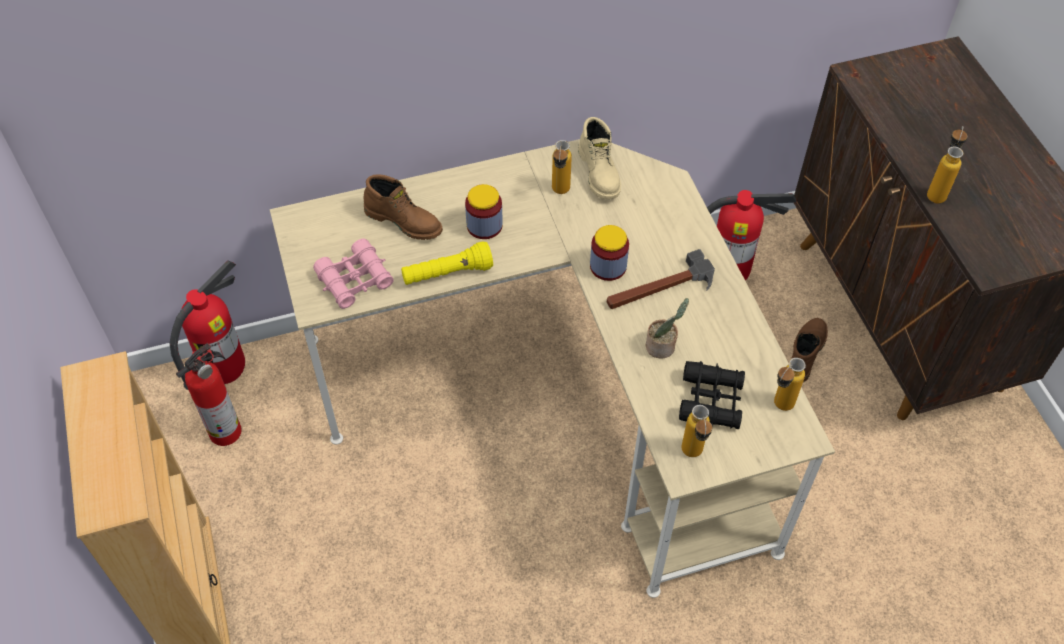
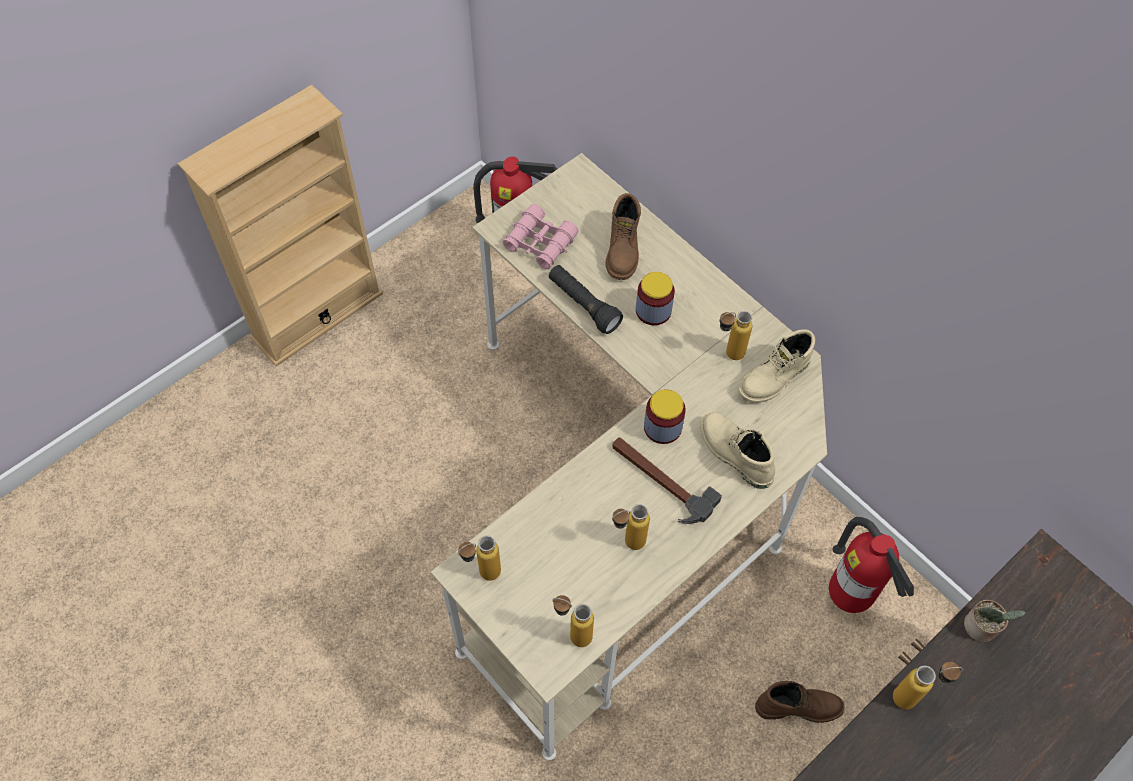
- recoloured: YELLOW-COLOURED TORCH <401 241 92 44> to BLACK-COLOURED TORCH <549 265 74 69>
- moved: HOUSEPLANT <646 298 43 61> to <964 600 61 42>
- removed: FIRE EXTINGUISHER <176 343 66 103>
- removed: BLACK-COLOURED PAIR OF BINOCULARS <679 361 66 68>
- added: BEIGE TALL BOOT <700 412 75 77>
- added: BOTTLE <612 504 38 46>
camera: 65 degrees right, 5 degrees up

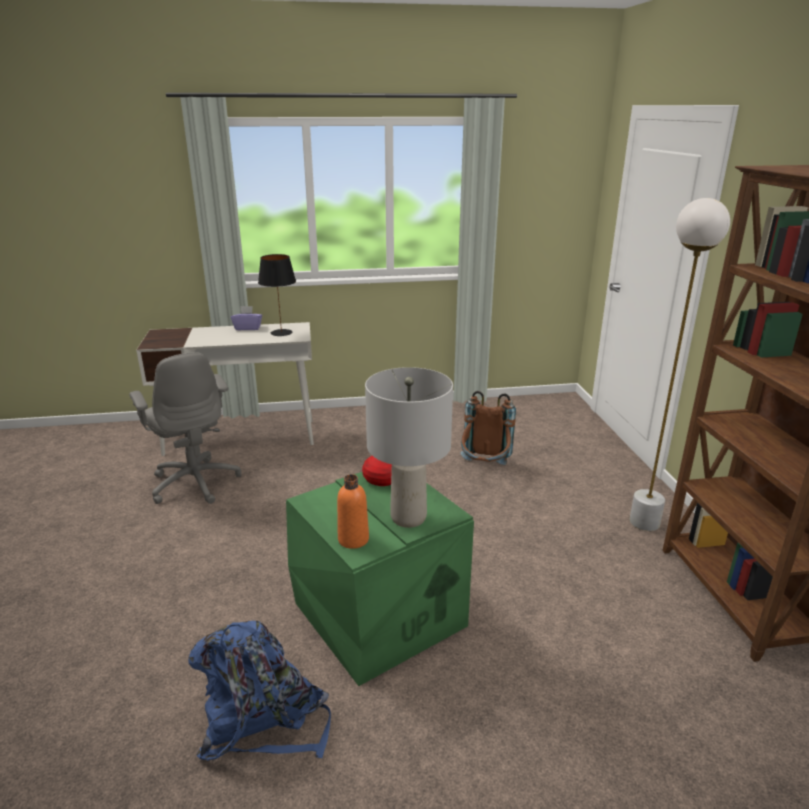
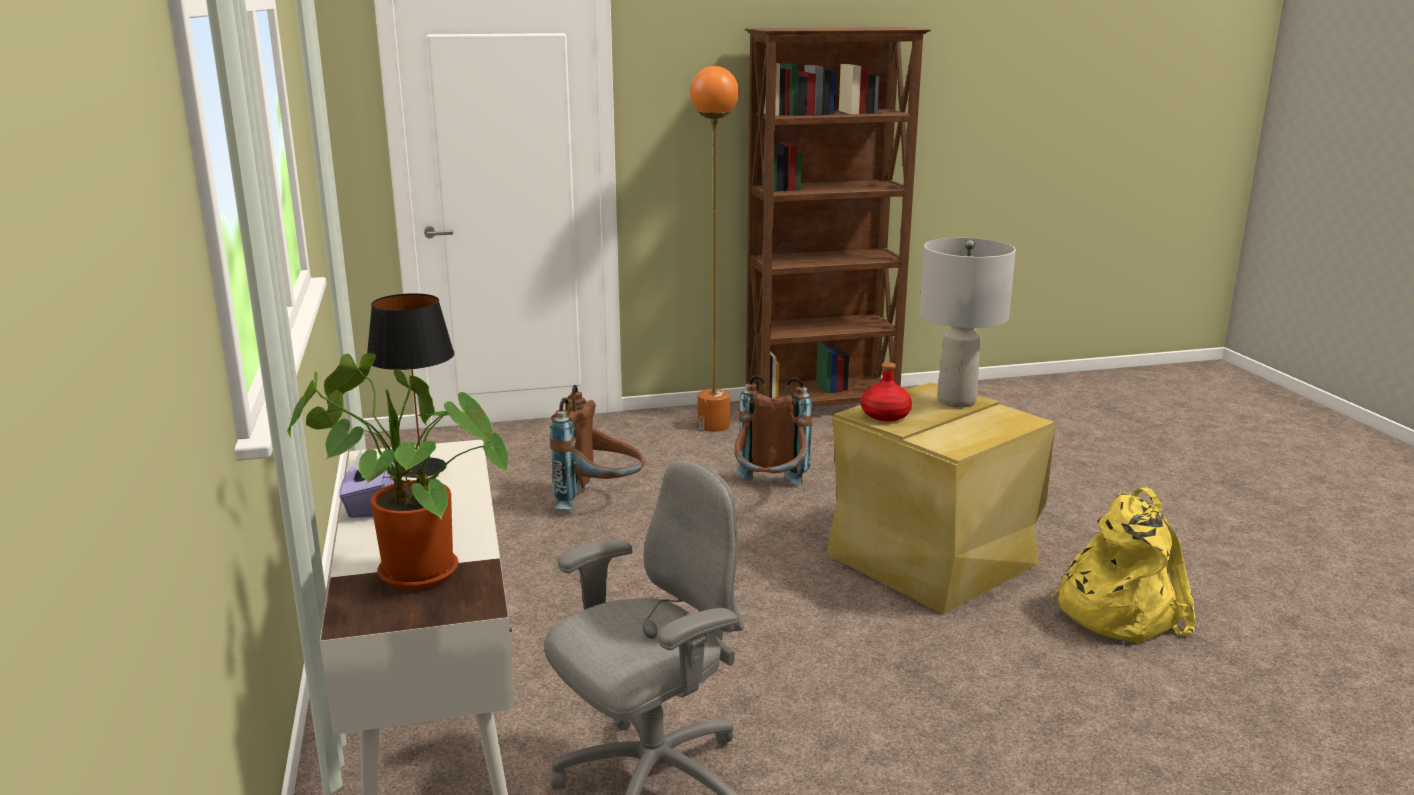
- recoloured: WHITISH STANDARD LAMP <629 198 101 333> to ORANGEY STANDARD LAMP <690 66 49 366>
- recoloured: GREEN STORAGE BIN <286 472 188 214> to BEIGE STORAGE BIN <827 382 228 233>
- removed: ORANGEY BOTTLE <337 474 32 75>
- recoloured: BLUISH RUCKSACK <188 621 143 140> to YELLOW-COLOURED RUCKSACK <1051 488 145 155>
- added: HOUSEPLANT <288 353 220 237>
- added: BROWNISH RUCKSACK <734 375 78 110>
camera: 95 degrees left, 5 degrees down

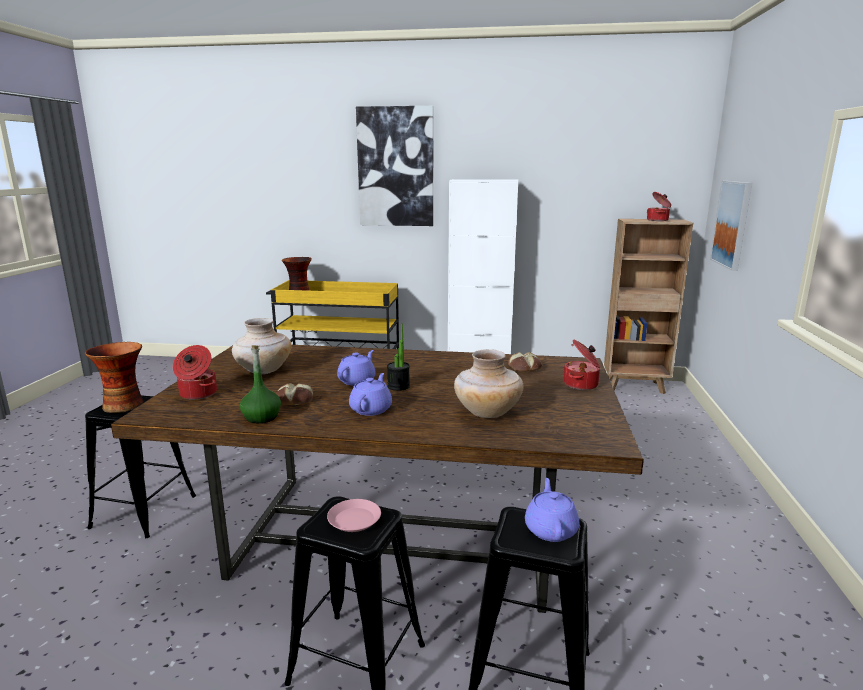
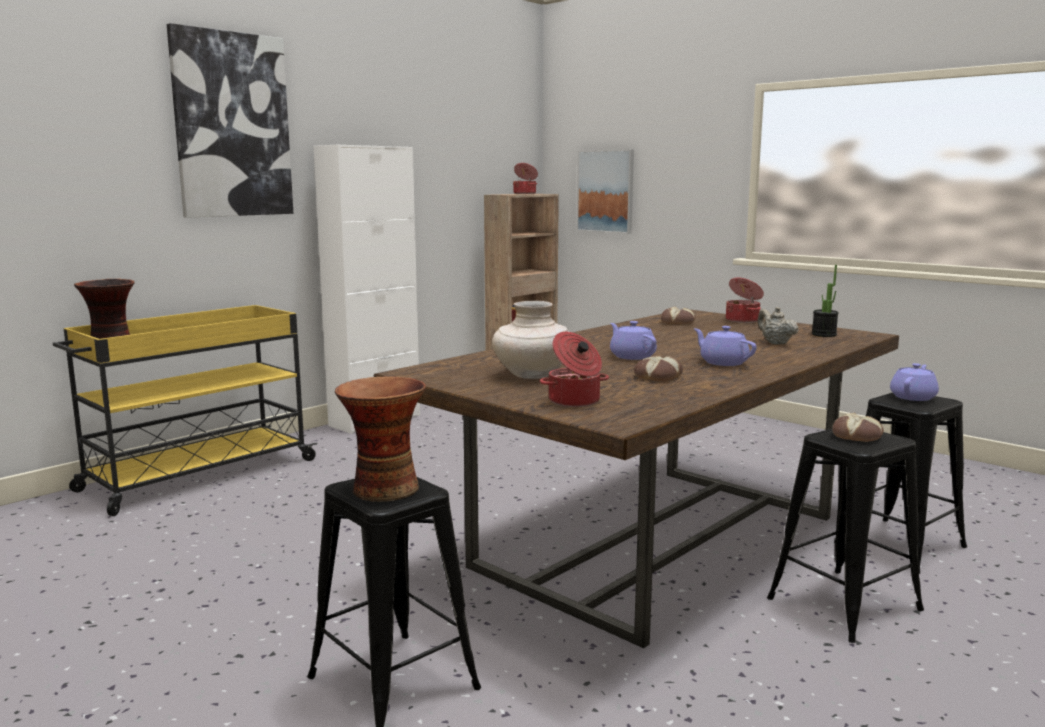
- moved: HOUSEPLANT <387 323 23 68> to <812 265 27 72>
- removed: GREEN BOTTLE <240 345 41 78>
- replaced: BEIGE FLOWER VASE <454 349 70 69> to BEIGE TEA POT <757 307 42 38>
- turned: PURPLE TEA POT <525 478 54 64> = <890 363 49 38> 90 degrees clockwise
- replaced: PINK FLAT DISH <327 499 54 33> to BAKERY BREAD <832 413 52 29>
camera: 55 degrees left, 5 degrees down

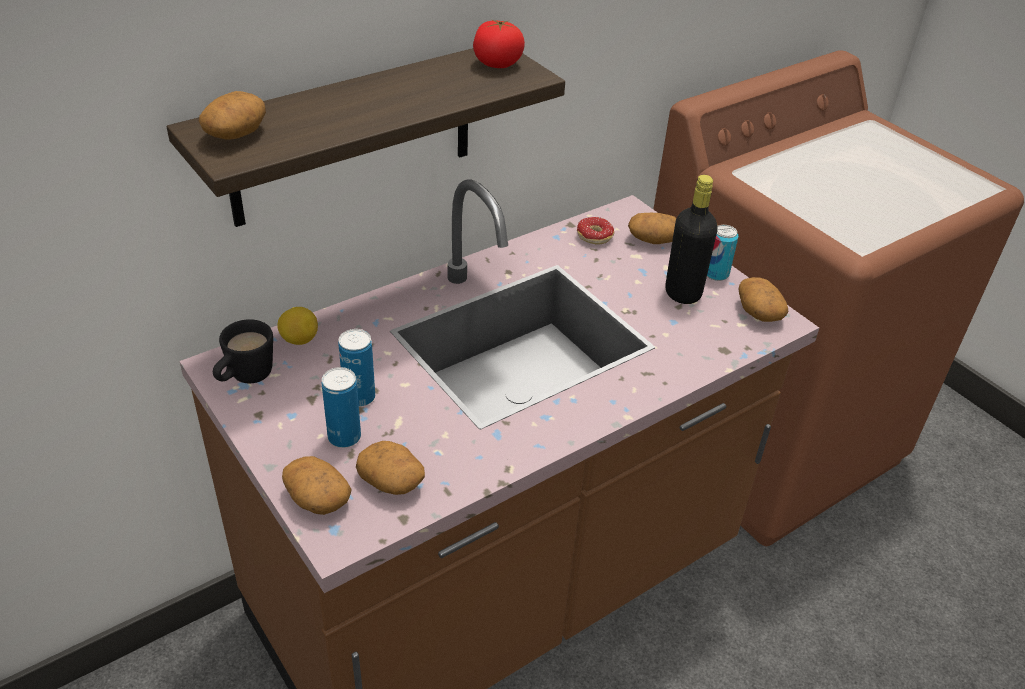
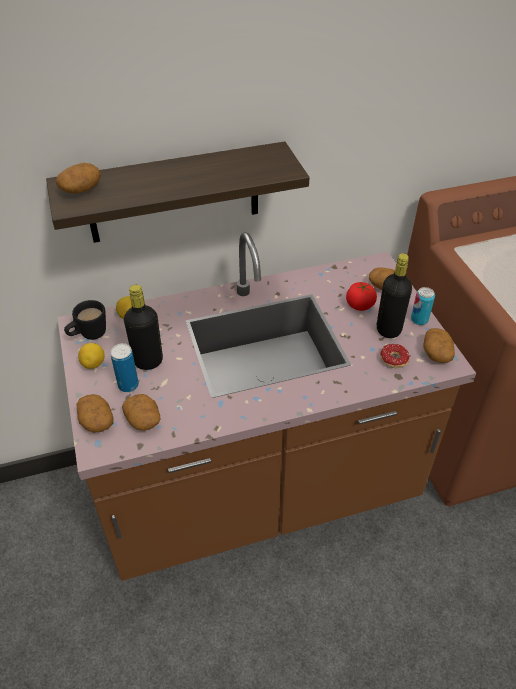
- moved: WHOLE TOMATO <473 20 52 48> to <346 282 31 29>
- moved: DONUT <577 217 37 28> to <380 344 30 24>
- replaced: SEALED CAN <338 329 37 78> to BLACK-COLOURED BOTTLE <124 285 39 85>
- added: WHOLE LEMON <78 343 27 26>
camera: 20 degrees right, 5 degrees up

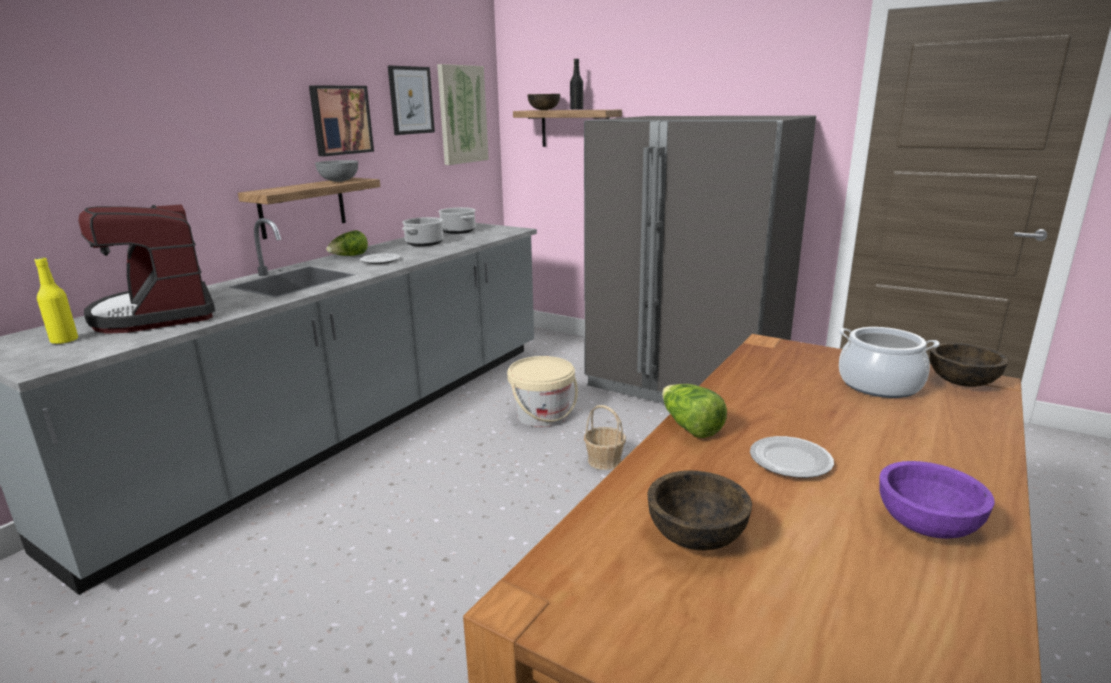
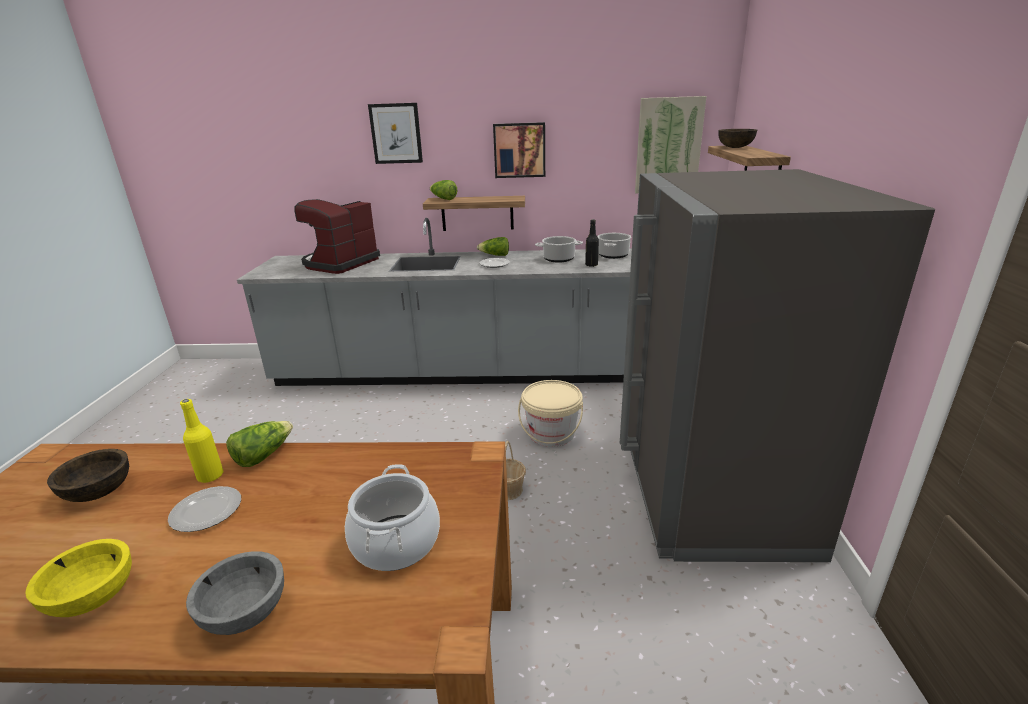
- moved: BLACK-COLOURED BOTTLE <570 59 13 51> to <585 219 14 47>
- moved: WALL ART <388 66 47 69> to <368 103 55 61>
- moved: GRAY SERVING BOWL <315 160 43 22> to <186 551 98 84>
- moved: YELLOW-COLOURED BOTTLE <34 258 44 86> to <180 399 43 84>
- removed: BROWNISH SERVING BOWL <930 343 78 44>
- recoloured: PURPLE SERVING BOWL <879 461 116 78> to YELLOW-COLOURED SERVING BOWL <25 539 107 78>
- added: LETTUCE HEAD <430 180 27 20>
camera: 60 degrees right, 5 degrees up

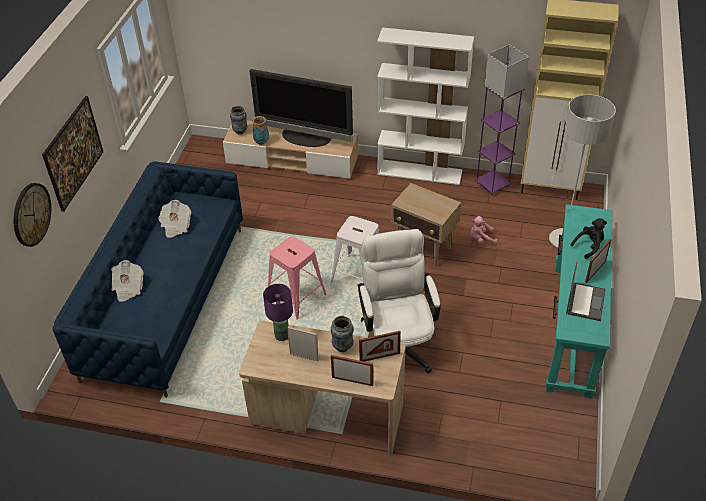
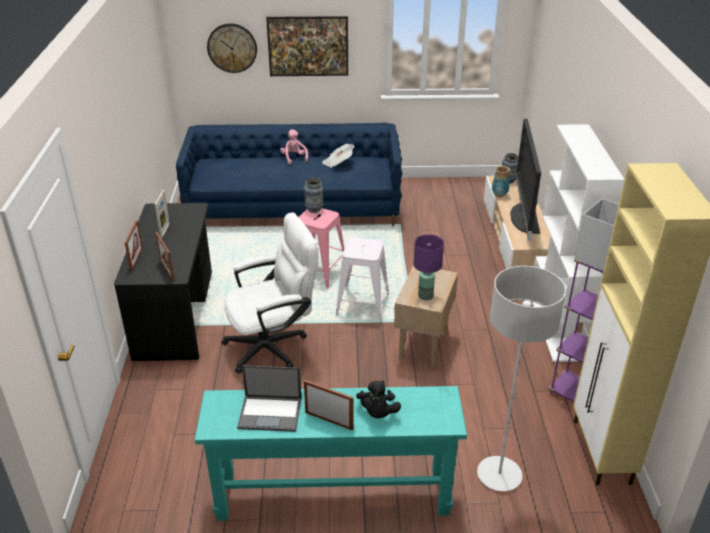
- moved: PINK PLUSH TOY <471 216 27 29> to <280 129 28 36>
- turned: BLACK-COLOURED PLUSH TOY <571 218 36 41> = <356 380 45 38> 45 degrees clockwise
- removed: NEWSPAPER <111 260 32 42>
- moved: PURPLE TABLETOP LAMP <263 284 30 57> to <414 234 30 66>
- moved: FLOWER VASE <330 316 24 36> to <304 178 20 35>
- recoloured: BEIGE DESK UNIT <239 321 167 134> to BLACK-COLOURED DESK UNIT <114 203 98 158>
camera: 75 degrees right, 10 degrees down

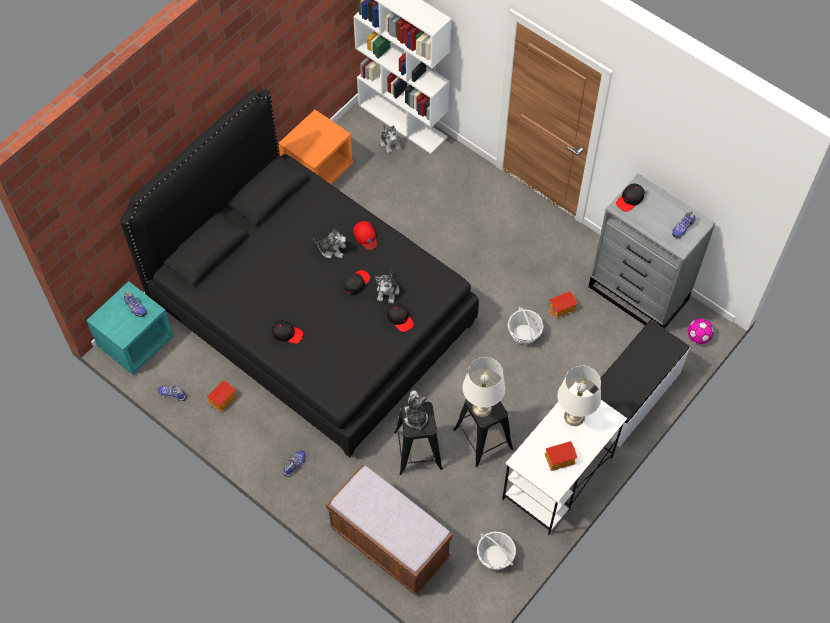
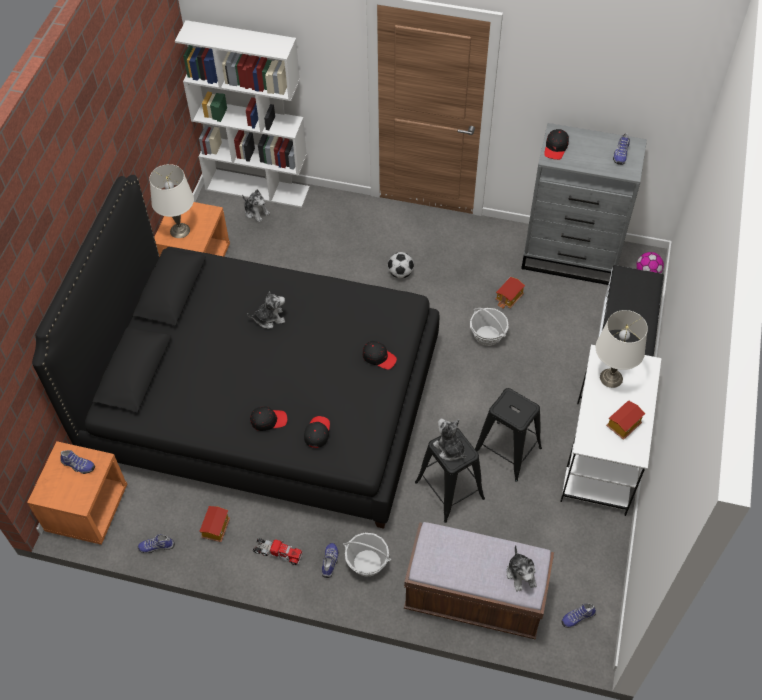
- removed: RED PEAKED CAP <353 221 24 29>
- moved: PLUSH TOY <375 269 24 35> to <507 545 30 47>
- moved: BLACK-COLOURED PEAKED CAP <343 270 27 24> to <304 416 26 32>
- recoloured: TURQUOISE-COLOURED BEDSIDE TABLE <86 281 88 94> to ORANGEY BEDSIDE TABLE <27 441 100 104>
- moved: WHITISH TABLETOP LAMP <463 357 42 60> to <149 164 45 74>
- moved: HOUSEHOLD BASKET <477 531 39 39> to <343 533 48 44>
- added: BALL FOR FOOTBALL <388 252 26 27>
- added: TOY TRUCK <253 538 50 27>
- added: ITEM OF FOOTWEAR <561 604 35 24>
camera: 25 degrees left, 5 degrees down

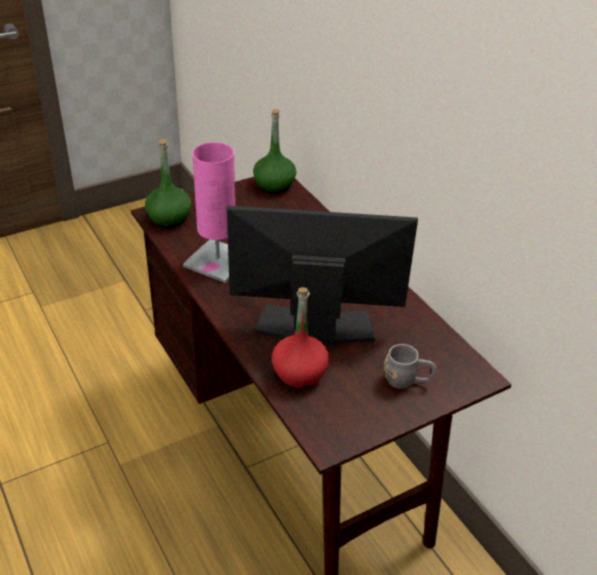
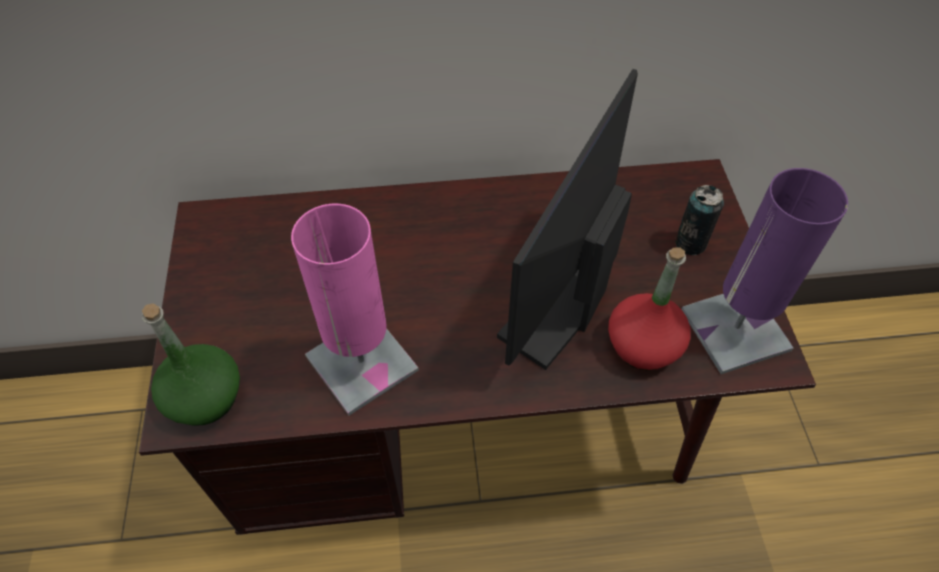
- removed: GREEN BOTTLE <253 109 43 84>
- replaced: GRAY COFFEE MUG <384 344 52 45> to SEALED CAN <675 185 49 70>
- added: PURPLE TABLETOP LAMP <682 168 166 206>
camera: 65 degrees left, 15 degrees up

